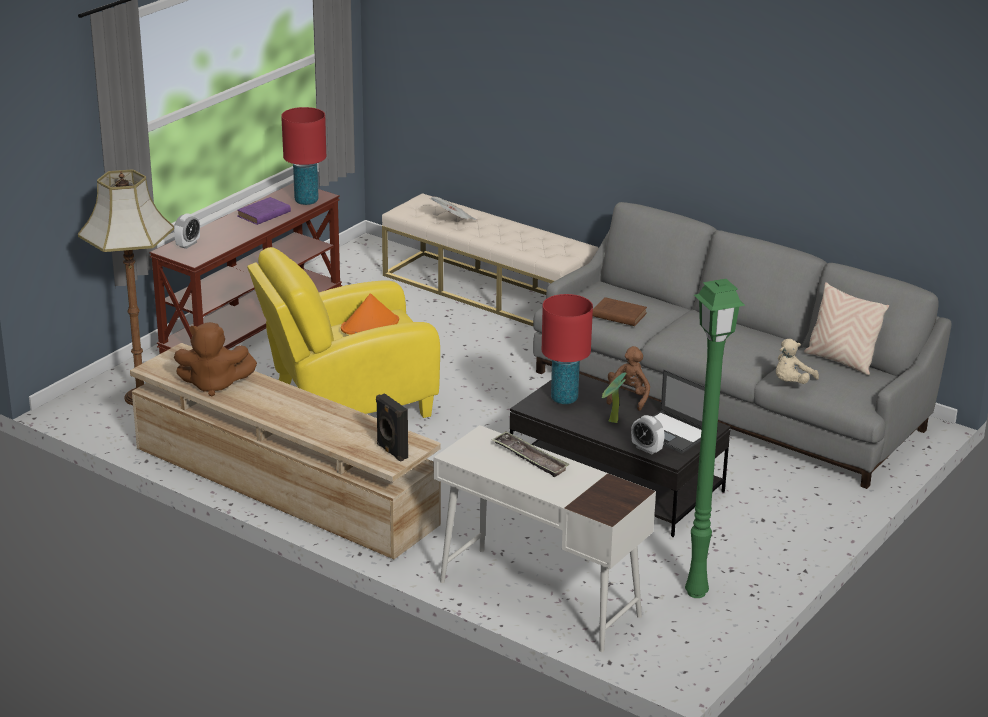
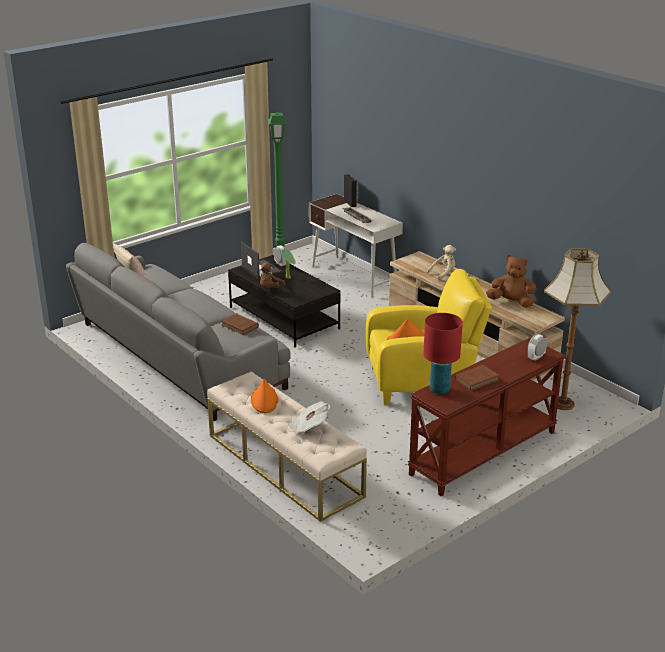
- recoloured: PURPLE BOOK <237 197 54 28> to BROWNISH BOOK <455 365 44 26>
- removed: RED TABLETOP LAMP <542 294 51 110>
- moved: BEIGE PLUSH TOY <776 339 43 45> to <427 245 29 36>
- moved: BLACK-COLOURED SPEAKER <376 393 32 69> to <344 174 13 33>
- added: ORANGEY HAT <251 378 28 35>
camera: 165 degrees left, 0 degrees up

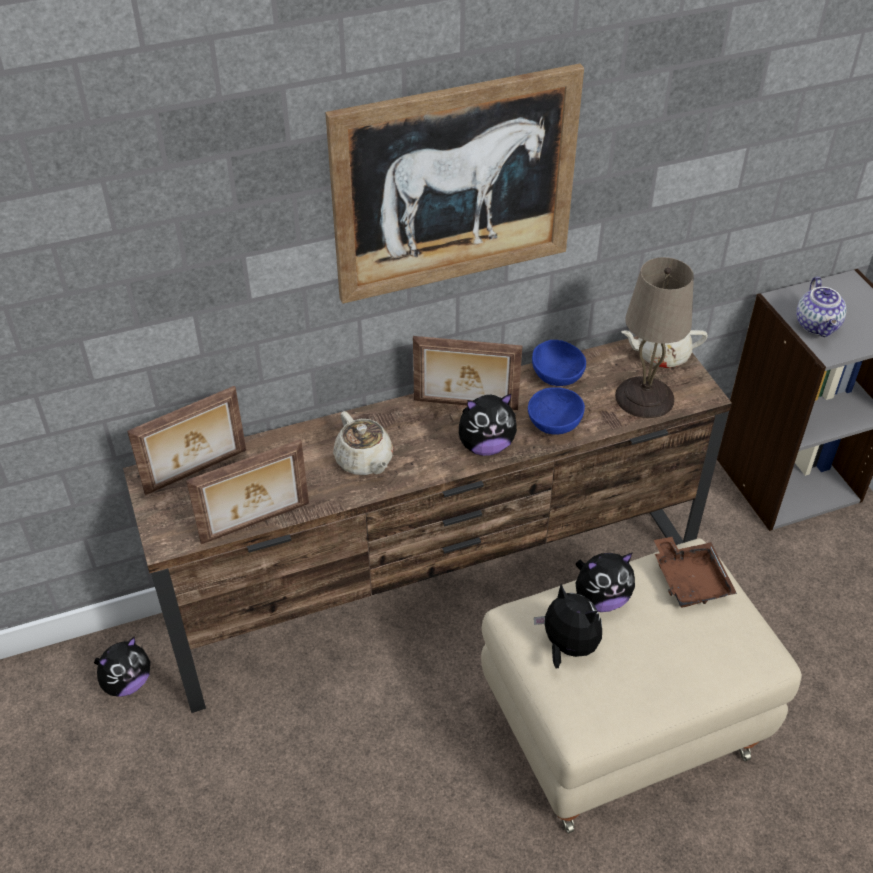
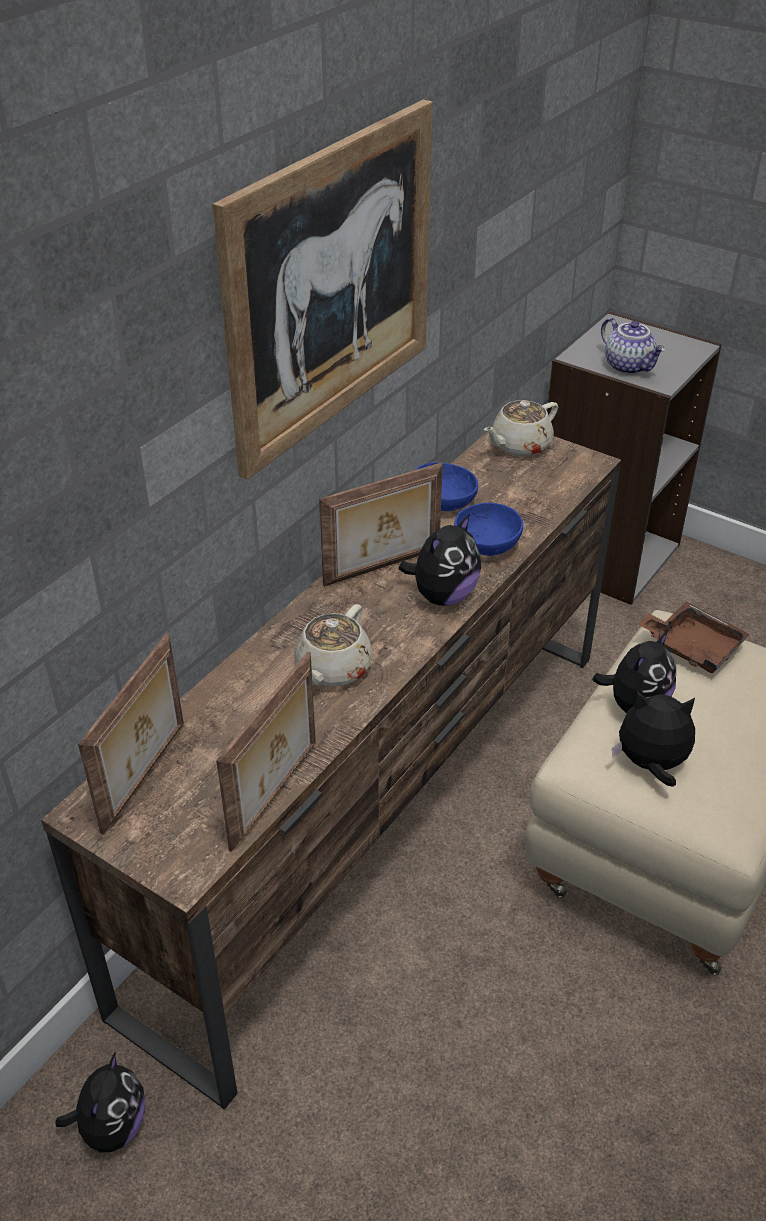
- removed: BEIGE TABLETOP LAMP <615 257 79 161>
- turned: BEIGE TEA POT <333 411 60 64> = <294 604 79 83> 90 degrees clockwise
camera: 35 degrees left, 5 degrees down

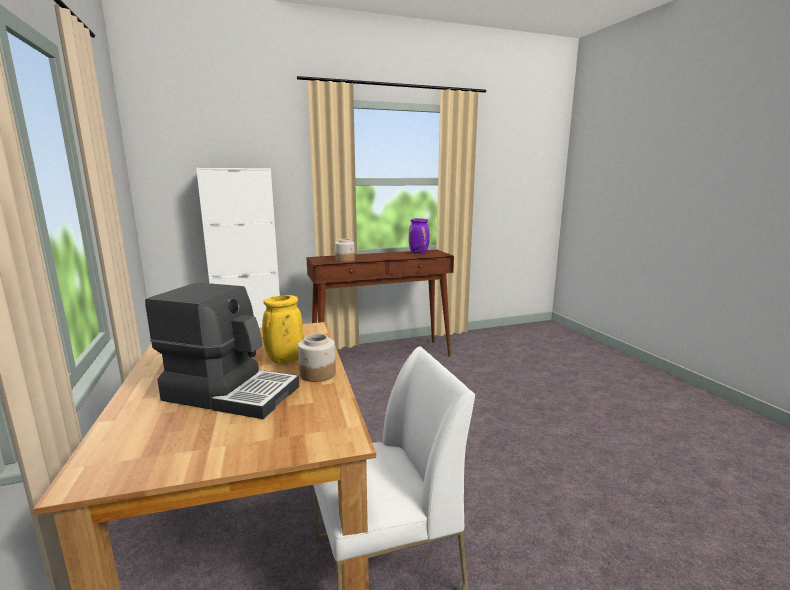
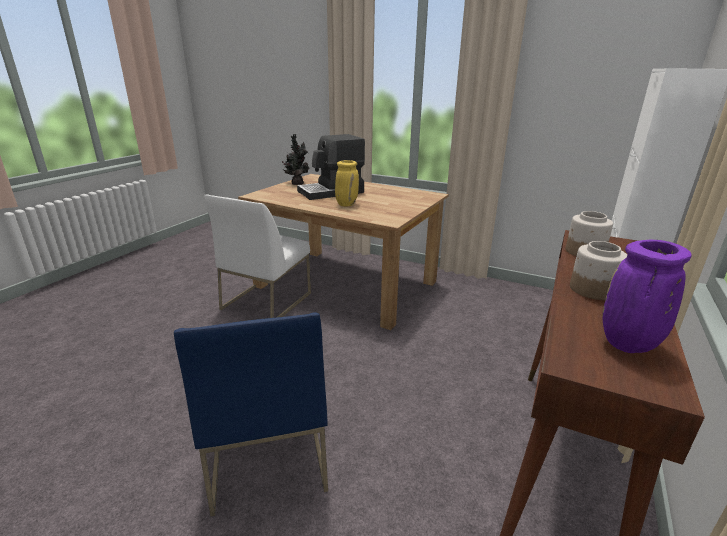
- moved: PRESERVE JAR <298 334 38 48> to <570 241 57 59>
- added: HOUSEPLANT <282 134 27 51>
- added: BLUISH UPRIGHT CHAIR <174 312 154 204>
camera: 135 degrees right, 10 degrees up

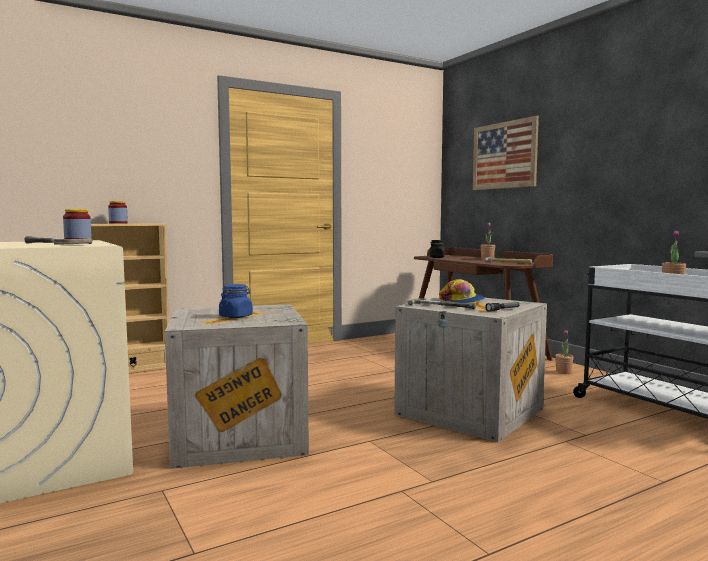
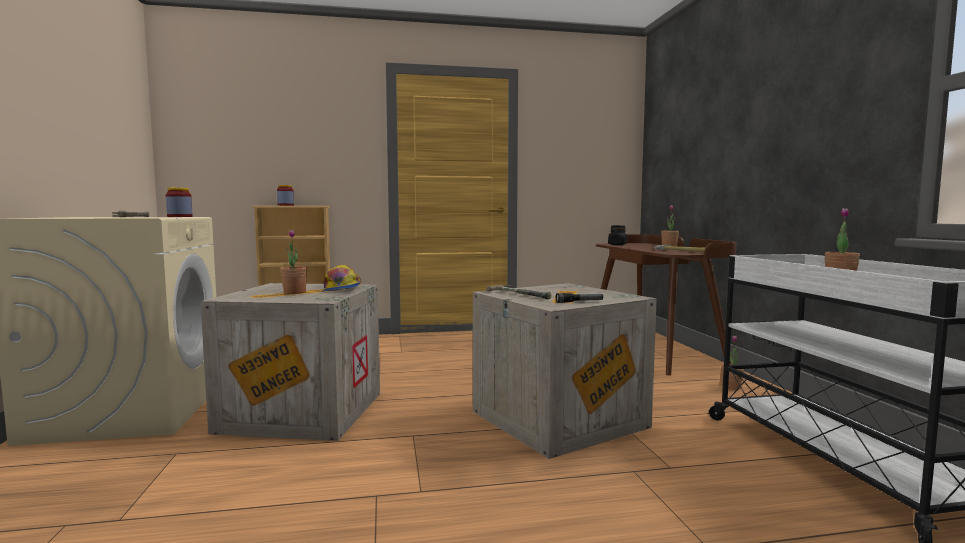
- removed: WALL ART <473 116 66 74>
- moved: PEAKED CAP <439 279 46 24> to <322 265 40 27>
- replaced: BLUISH PRESERVE JAR <219 284 34 34> to HOUSEPLANT <281 230 26 64>
camera: 20 degrees right, 0 degrees up

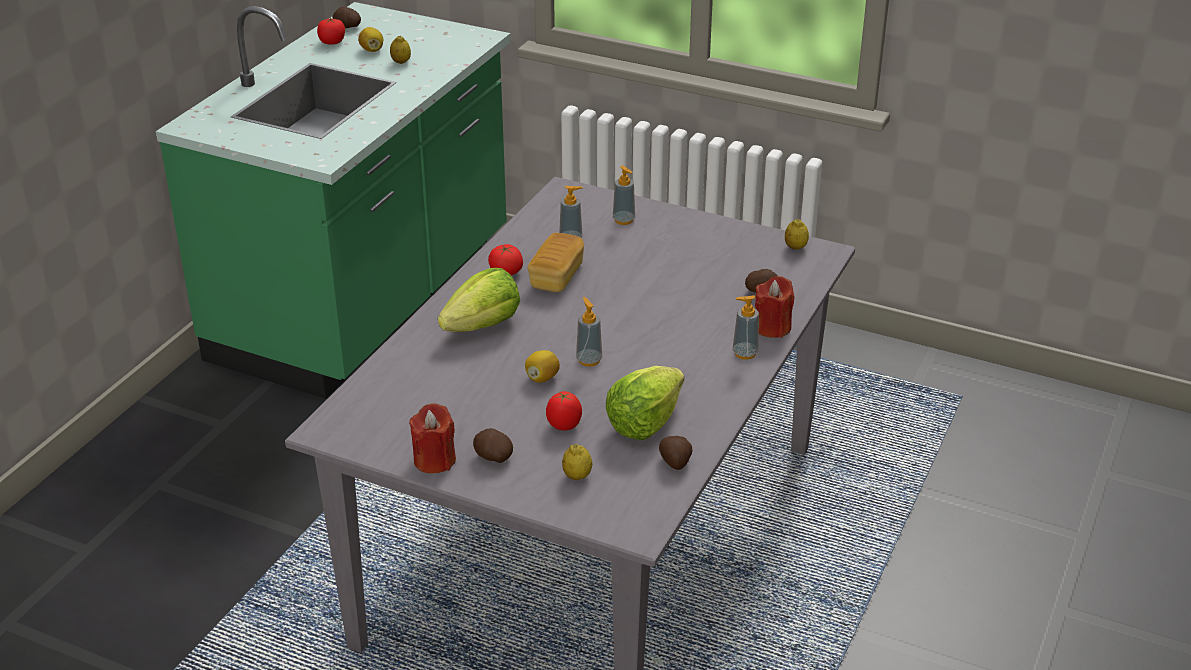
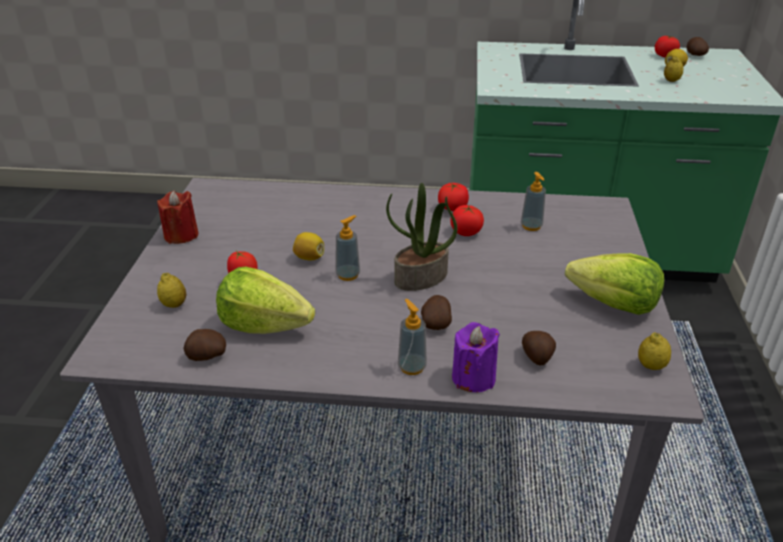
- removed: SOAP DISPENSER <613 165 22 60>
- replaced: BAKERY BREAD <528 233 56 59> to WHOLE TOMATO <450 205 34 31>
- moved: LETTUCE HEAD <438 268 82 64> to <565 253 99 62>
- recoloured: RED WAX CANDLE <755 276 39 62> to PURPLE WAX CANDLE <452 322 48 71>
- moved: SPUD <473 428 40 35> to <421 295 31 35>
- added: HOUSEPLANT <386 183 71 108>
camera: 70 degrees right, 0 degrees up

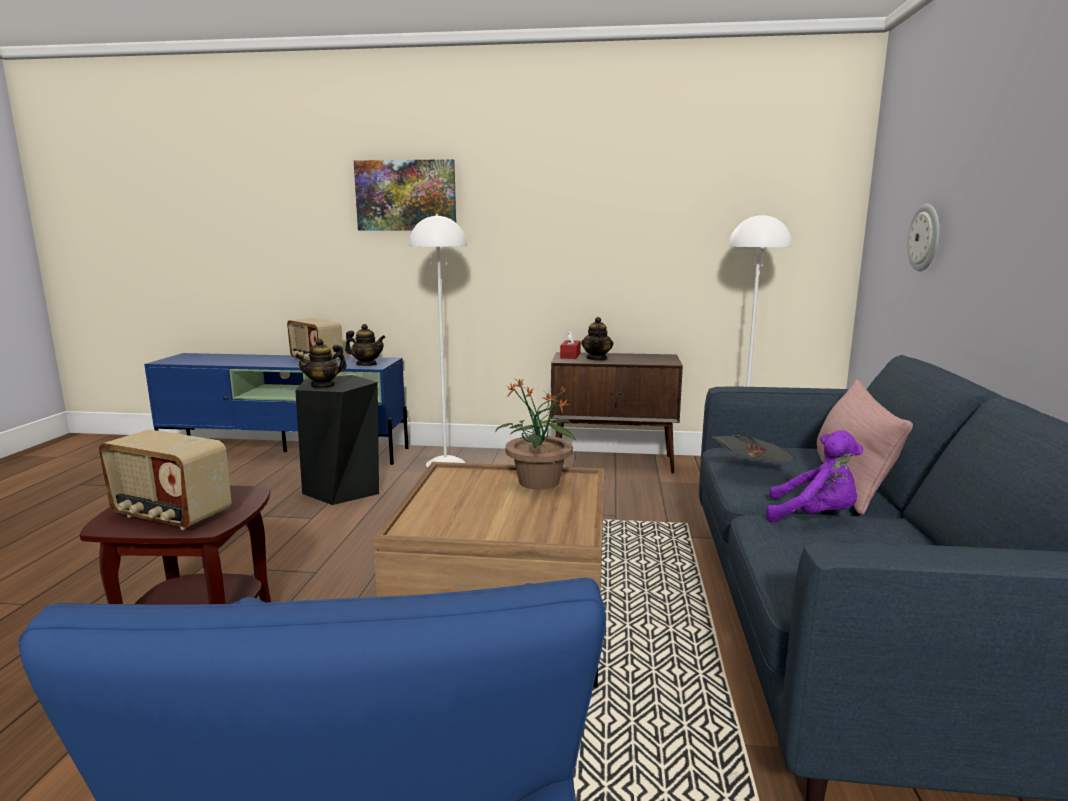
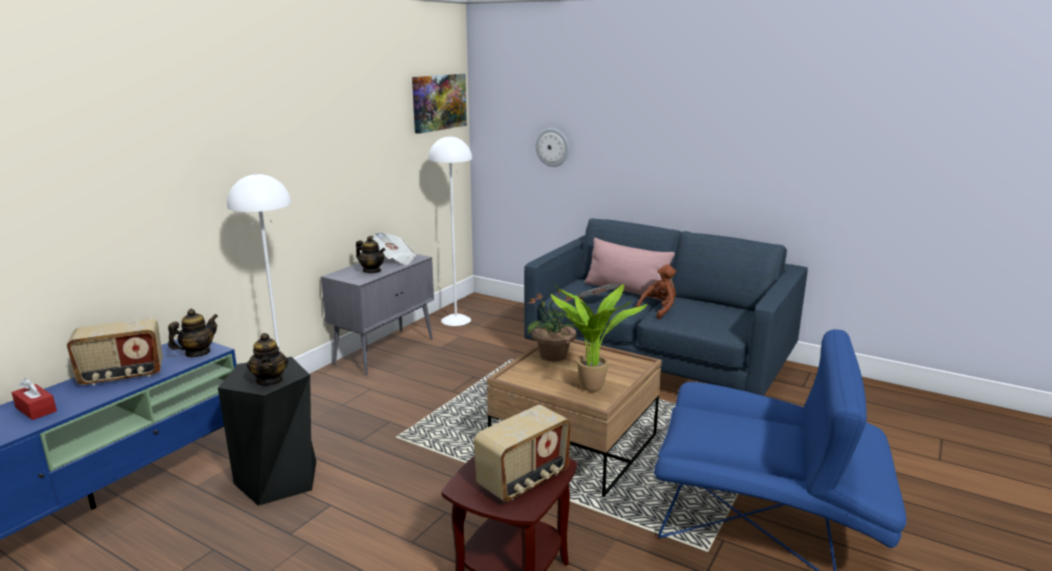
- moved: WALL ART <354 159 102 71> to <412 74 55 60>
- moved: RED TISSUE BOX <560 330 21 29> to <12 378 45 42>
- recoloured: BROWNISH CUPBOARD <551 352 132 122> to GRAY CUPBOARD <321 254 113 121>
- recoloured: PURPLE PLUSH TOY <766 430 97 93> to BROWNISH PLUSH TOY <636 264 40 55>
- added: NEWSPAPER <373 232 44 33>
- added: HOUSEPLANT <551 284 97 108>
camera: 65 degrees left, 5 degrees up

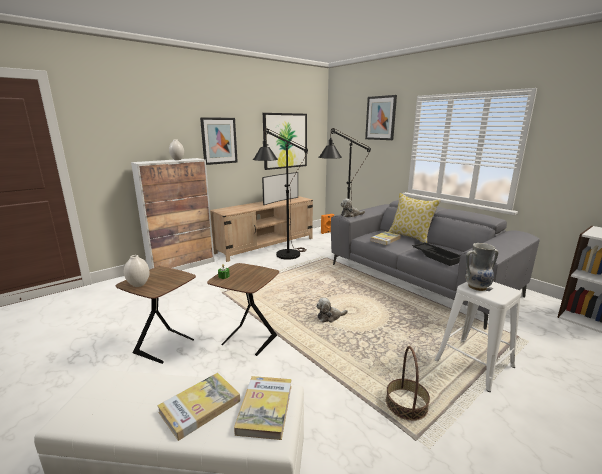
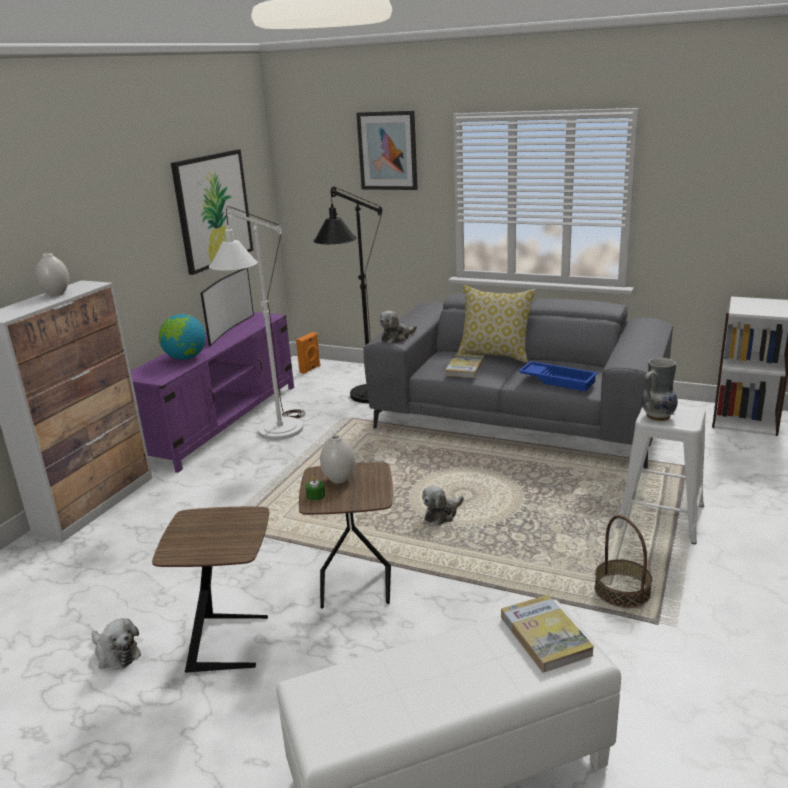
- removed: WALL ART <200 117 38 48>
- recoloured: BLACK-COLOURED STANDARD LAMP <253 128 55 132> to WHITISH STANDARD LAMP <209 206 96 234>
- recoloured: BEIGE MEDIA CONSOLE <210 196 103 66> to PURPLE MEDIA CONSOLE <131 312 163 161>
- recoloured: BLACK-COLOURED TRAY <412 242 48 24> to BLUISH TRAY <518 361 80 30>
- moved: WHITISH FLOWER VASE <124 255 26 32> to <320 435 35 49>
- removed: BOOK <157 373 83 68>
- added: GLOBE <159 314 47 46>
- added: PLUSH TOY <92 618 49 52>
camera: 25 degrees left, 5 degrees up

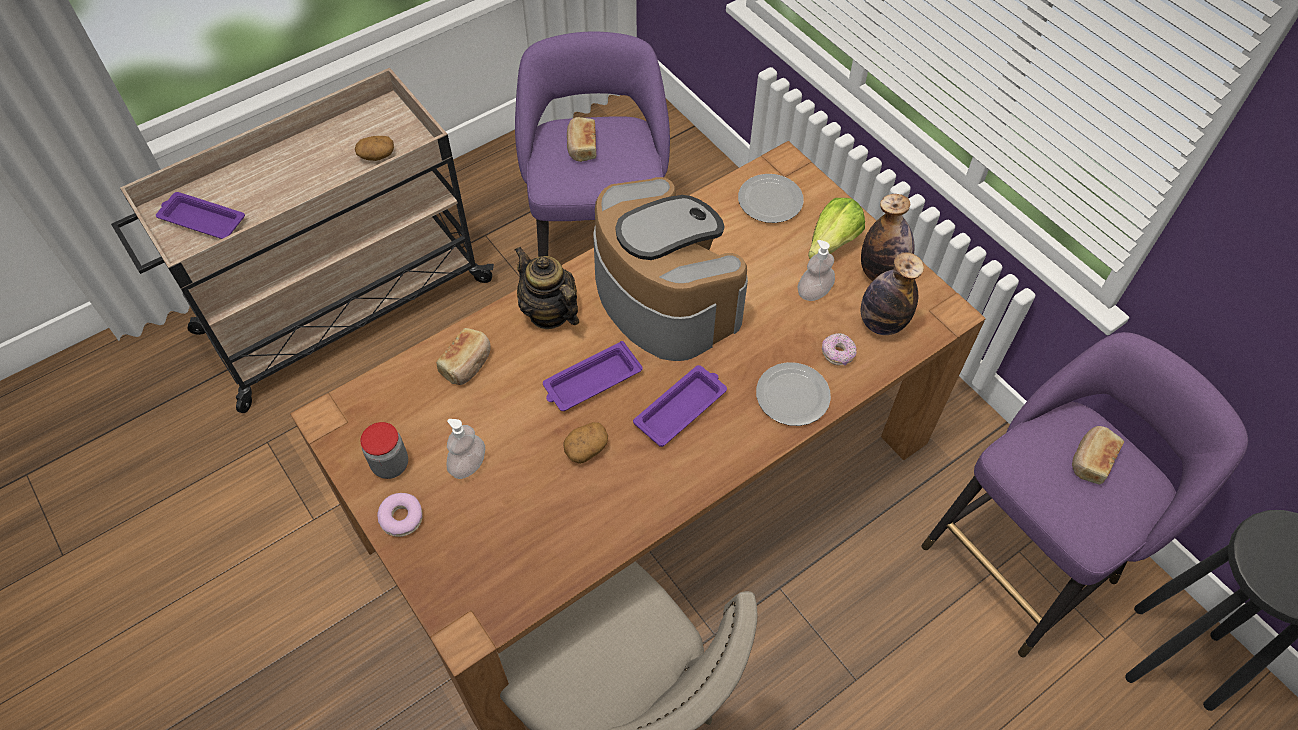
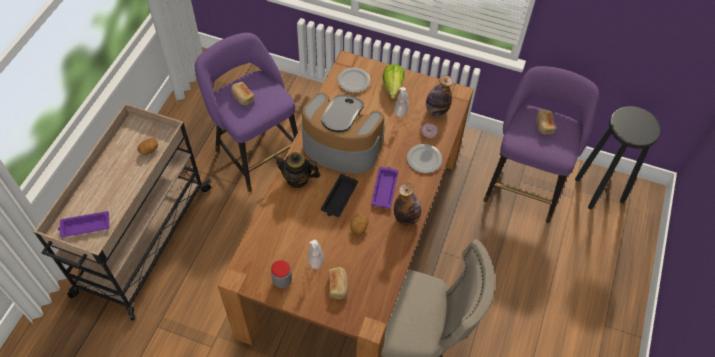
- moved: BOTTLE <861 194 53 87> to <394 183 27 43>
- moved: BAKERY BREAD <436 328 55 57> to <328 267 20 33>
- recoloured: PURPLE TRAY <543 341 100 70> to BLACK-COLOURED TRAY <321 174 37 43>
- removed: DONUT <377 493 46 44>
camera: 35 degrees left, 0 degrees up

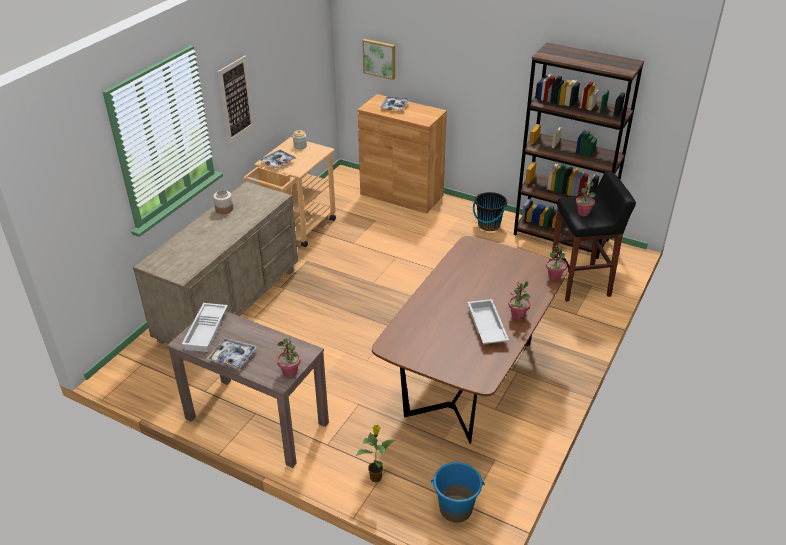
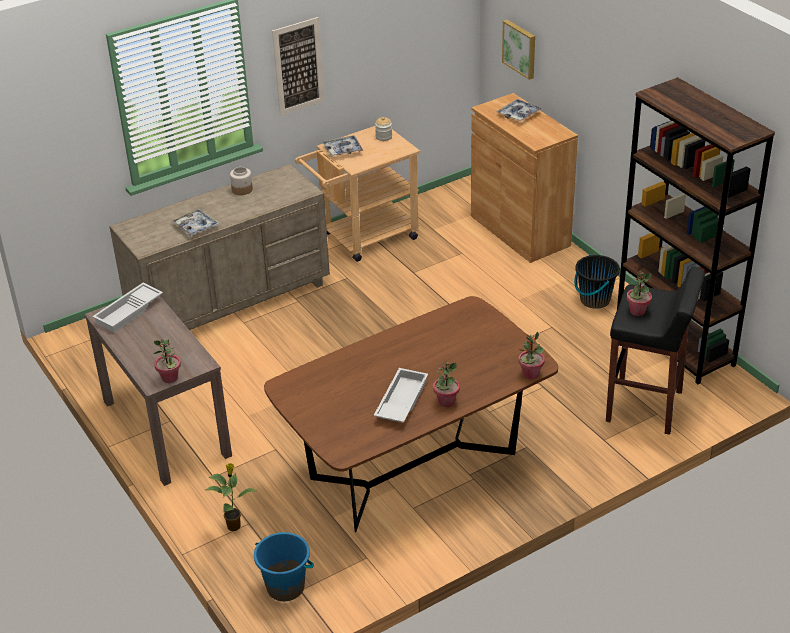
- moved: TRAY <206 338 51 32> to <170 209 50 27>
camera: 30 degrees right, 0 degrees up

